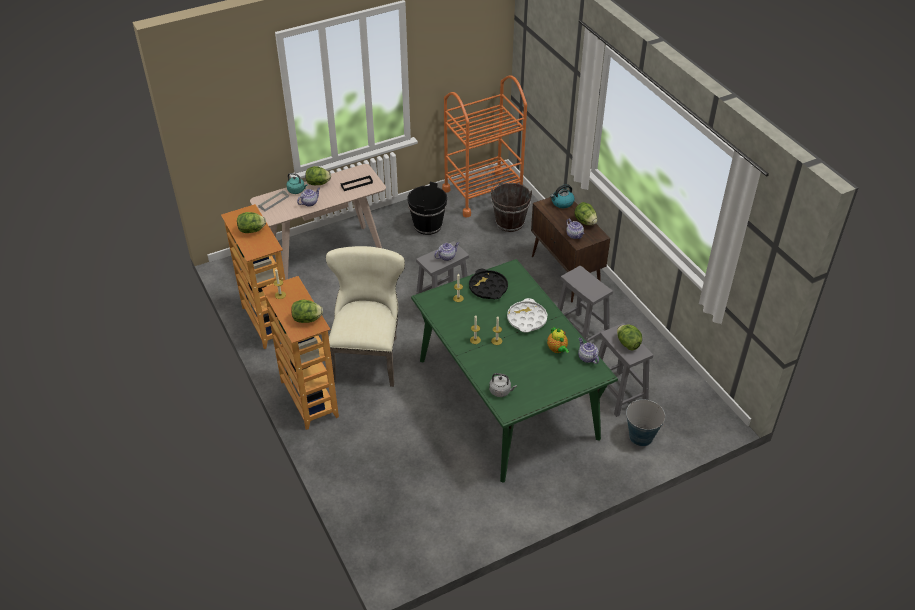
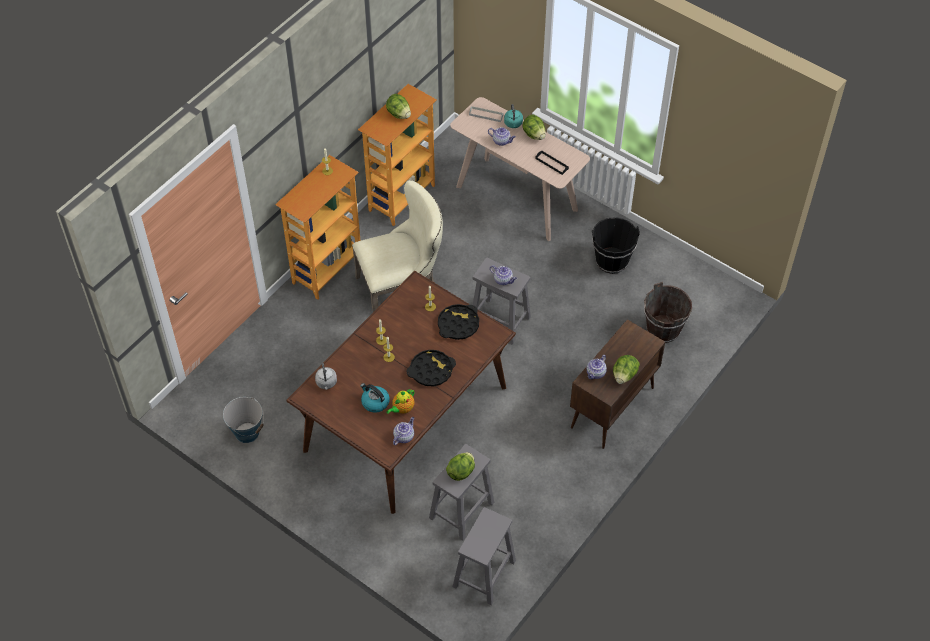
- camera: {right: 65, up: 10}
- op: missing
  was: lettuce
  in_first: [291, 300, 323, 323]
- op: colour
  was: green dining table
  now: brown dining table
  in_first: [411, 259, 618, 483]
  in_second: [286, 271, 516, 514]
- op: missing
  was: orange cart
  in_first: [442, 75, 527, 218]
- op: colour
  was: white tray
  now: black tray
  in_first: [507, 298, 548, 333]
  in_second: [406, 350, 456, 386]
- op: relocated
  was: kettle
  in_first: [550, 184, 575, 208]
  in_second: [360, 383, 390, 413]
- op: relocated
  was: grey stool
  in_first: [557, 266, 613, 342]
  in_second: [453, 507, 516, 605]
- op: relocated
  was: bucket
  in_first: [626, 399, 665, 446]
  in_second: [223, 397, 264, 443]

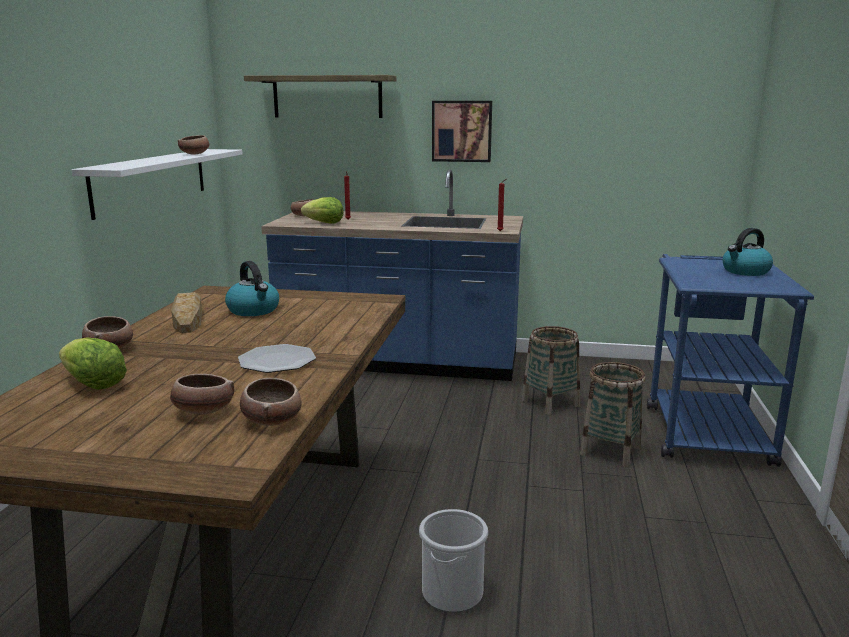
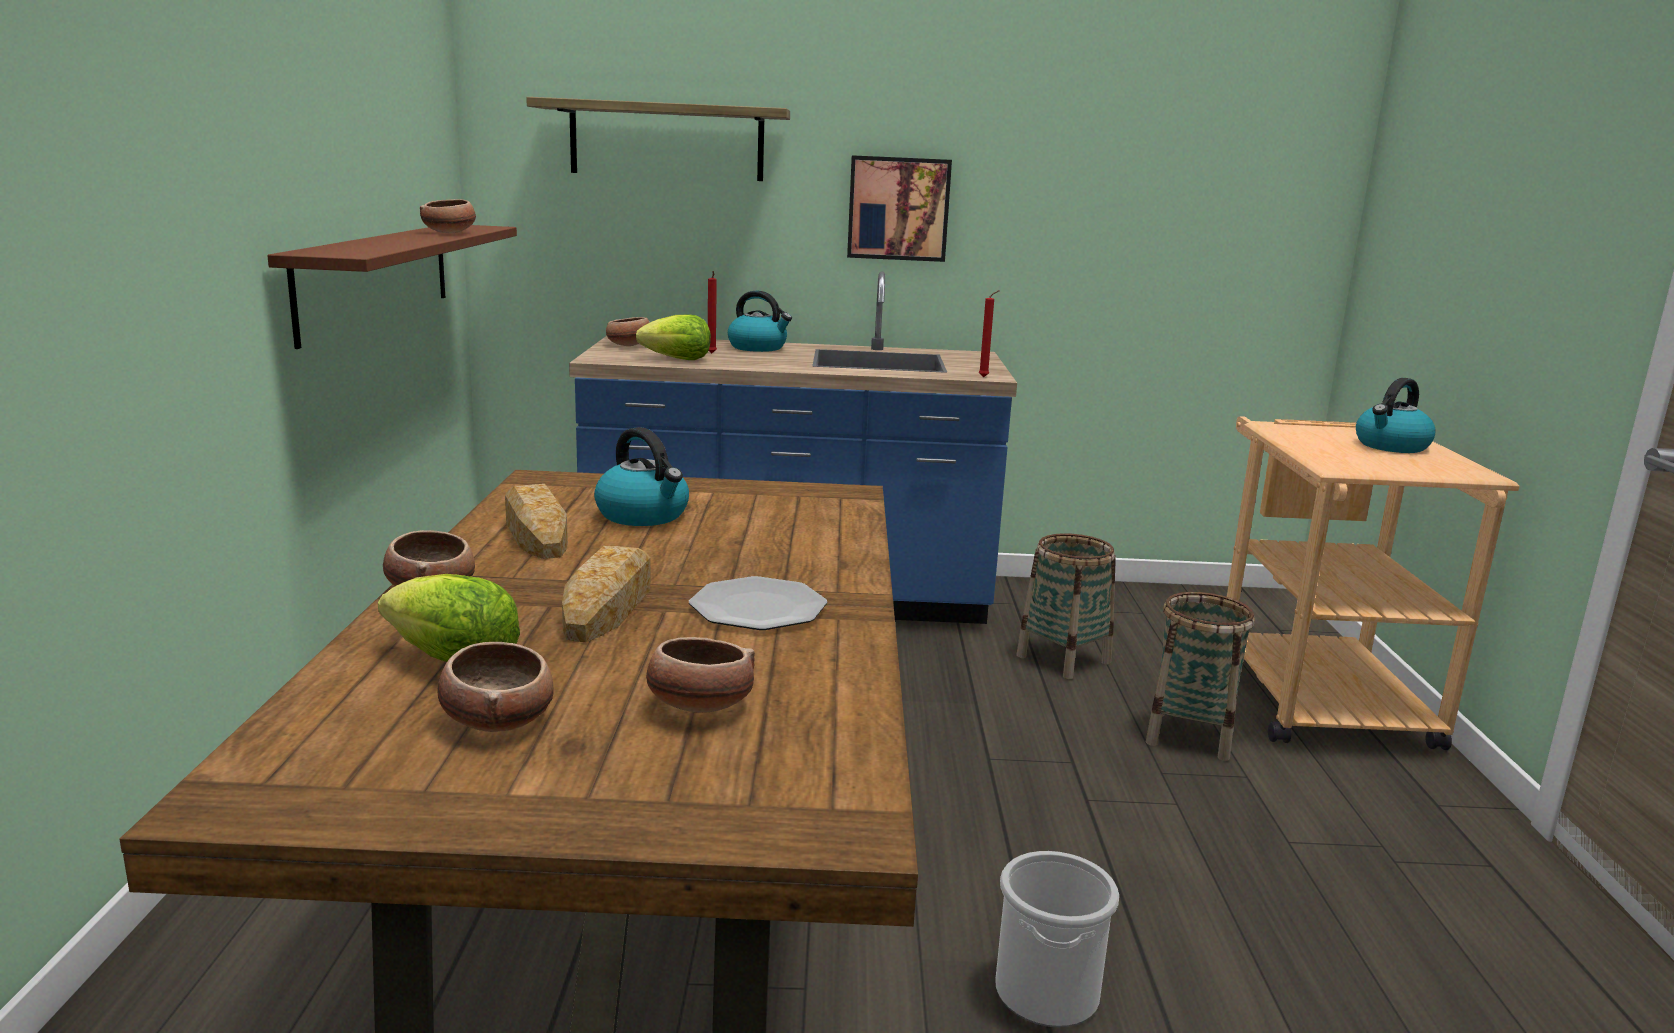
- camera: {right: -10, up: 0}
- op: colour
  was: white shelf
  now: brown shelf
  in_first: [72, 149, 243, 220]
  in_second: [267, 225, 517, 349]
- op: relocated
  was: bowl
  in_first: [240, 378, 302, 426]
  in_second: [437, 642, 554, 732]
- op: colour
  was: blue cart
  now: beige cart
  in_first: [647, 254, 814, 467]
  in_second: [1227, 416, 1519, 750]
- op: appeared
  now: bread
  in_second: [562, 546, 651, 642]
- op: appeared
  now: kettle
  in_second: [728, 291, 792, 352]

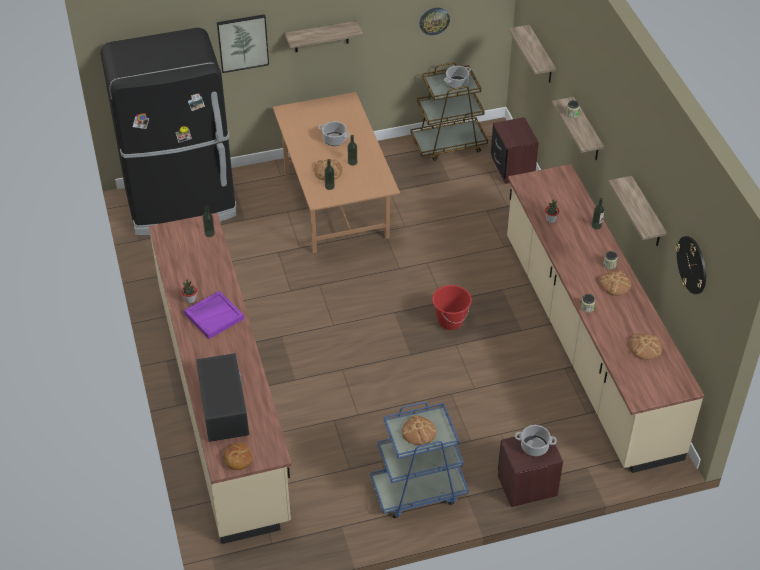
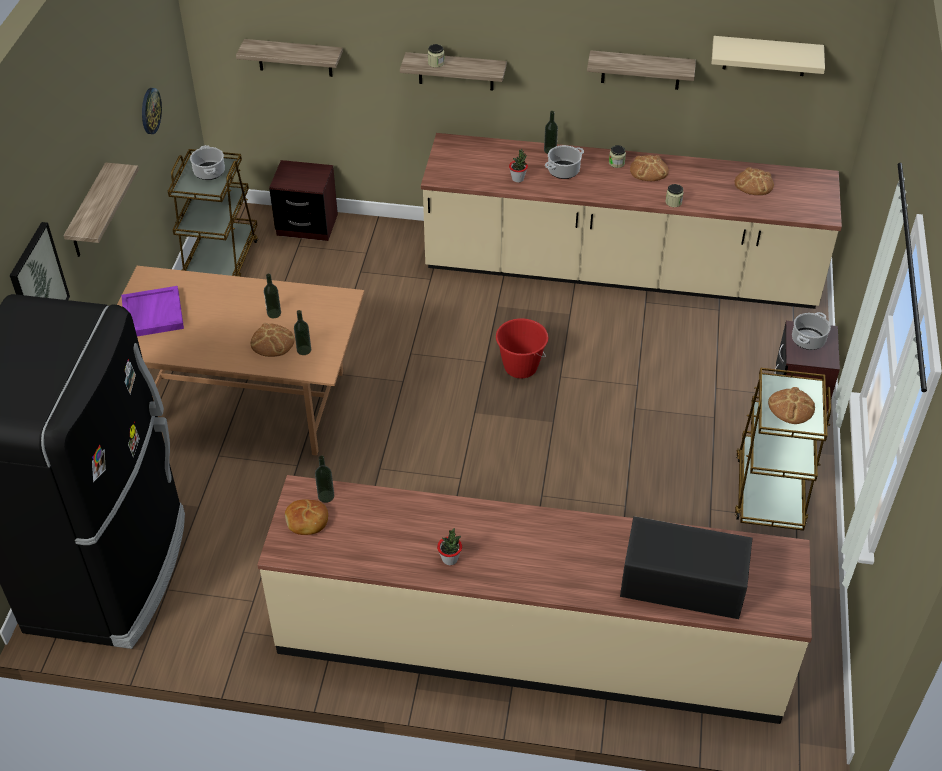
- camera: {right: -65, up: 0}
- op: relocated
  was: purple tray
  in_first: [184, 291, 244, 339]
  in_second: [121, 286, 184, 336]
- op: relocated
  was: bread
  in_first: [223, 442, 253, 470]
  in_second: [285, 499, 328, 535]
- op: relocated
  was: cooking pot
  in_first: [318, 121, 350, 146]
  in_second: [545, 145, 584, 179]
- op: colour
  was: blue cart
  now: brown cart
  in_first: [370, 402, 469, 518]
  in_second: [735, 368, 831, 531]
- op: exchanged
  was: wall clock
  now: beige shelf
  in_first: [675, 236, 706, 294]
  in_second: [711, 36, 825, 76]

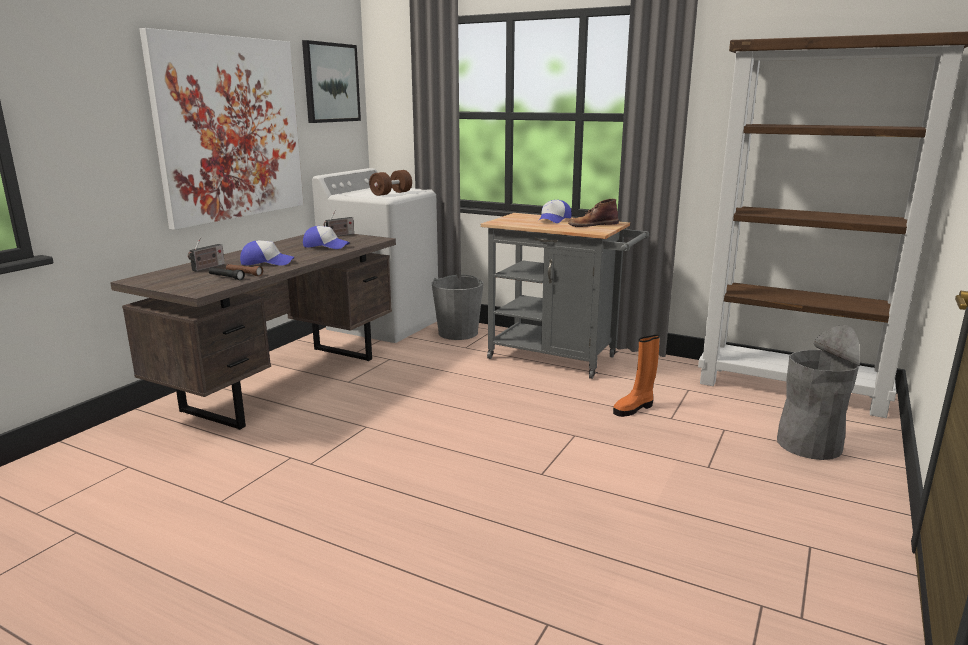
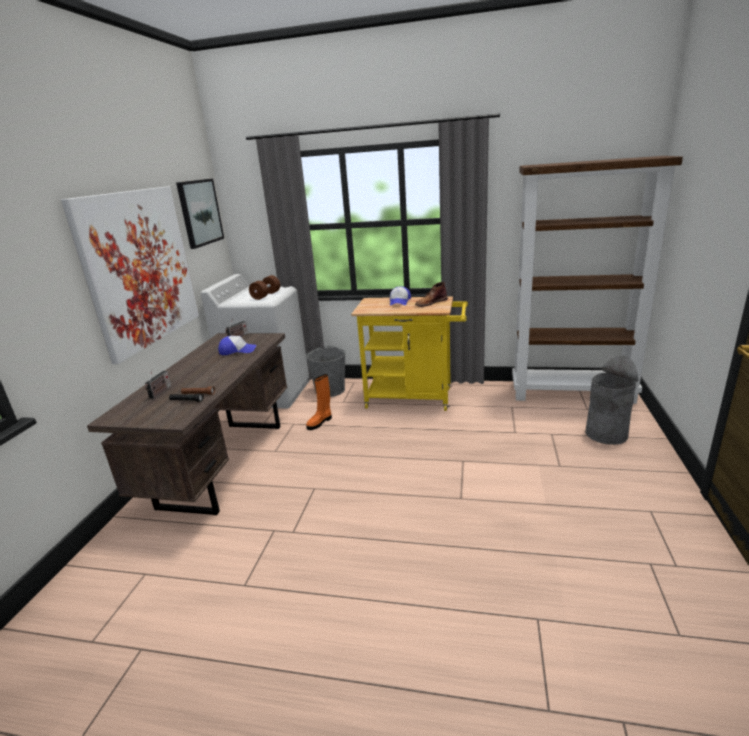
- camera: {right: -15, up: 5}
- op: missing
  was: cap
  in_first: [240, 241, 294, 266]
- op: colour
  was: grey cart
  now: yellow cart
  in_first: [480, 213, 649, 379]
  in_second: [351, 296, 468, 411]
- op: relocated
  was: orange boot
  in_first: [613, 335, 660, 417]
  in_second: [306, 374, 332, 430]

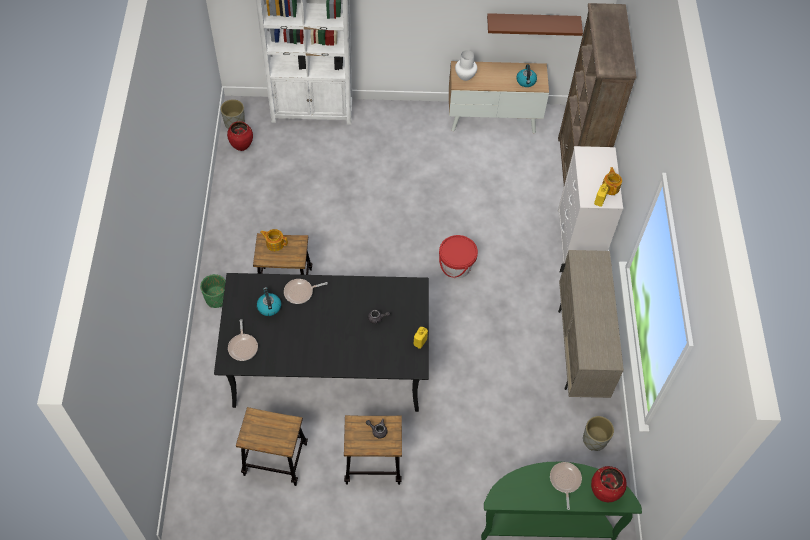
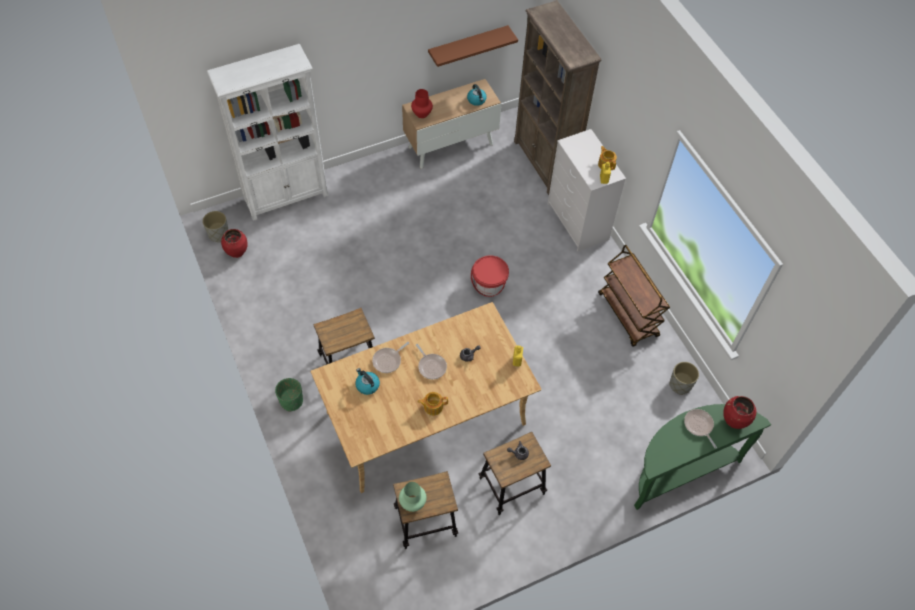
- camera: {right: -25, up: 0}
- op: colour
  was: black dining table
  now: beige dining table
  in_first: [214, 273, 429, 412]
  in_second: [311, 302, 541, 493]
- op: relocated
  was: frying pan
  in_first: [228, 319, 258, 361]
  in_second: [416, 344, 447, 379]
- op: relocated
  was: teapot
  in_first: [260, 229, 288, 251]
  in_second: [418, 392, 448, 415]
- op: colour
  was: white vase
  now: red vase
  in_first: [455, 50, 477, 81]
  in_second: [411, 89, 433, 118]
- op: exchanged
  was: beige cabinet
  now: brown cart
  in_first: [558, 250, 624, 398]
  in_second: [598, 245, 670, 347]
- op: appeared
  now: green vase
  in_second: [399, 482, 427, 512]

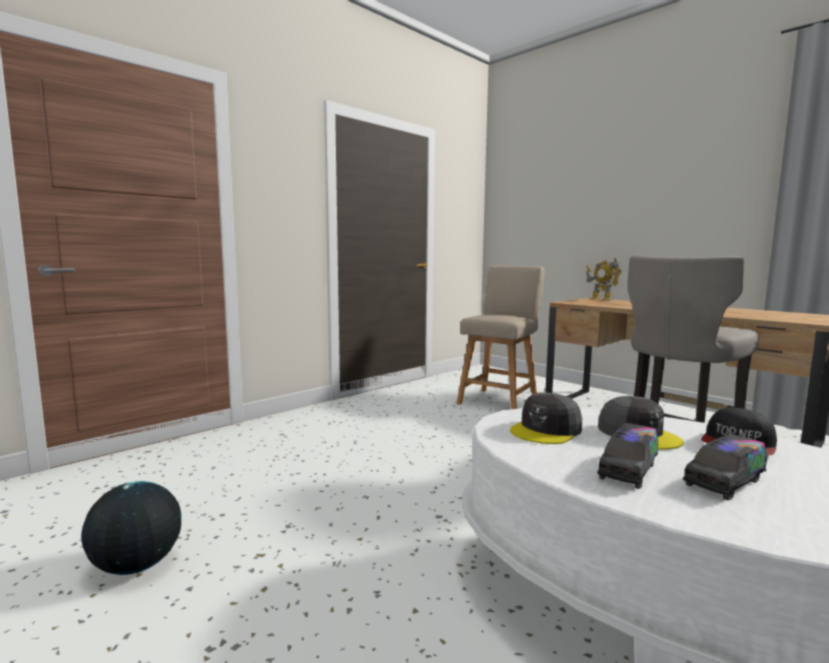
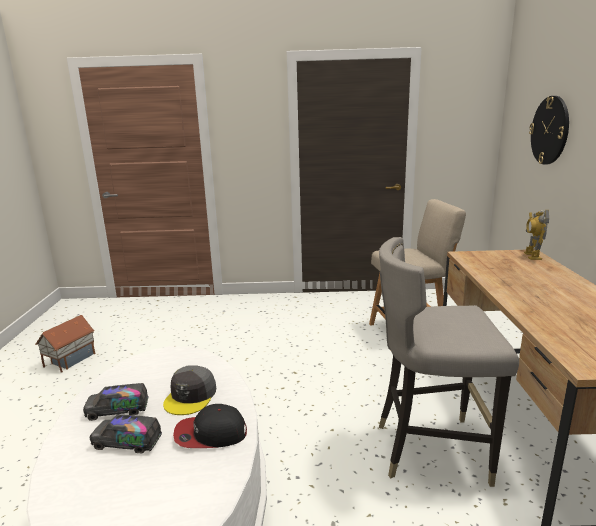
- camera: {right: 45, up: 10}
- op: exchanged
  was: globe
  now: toy house
  in_first: [81, 481, 181, 575]
  in_second: [35, 315, 96, 373]
- op: missing
  was: grey cap
  in_first: [510, 393, 582, 444]
- op: appeared
  now: wall clock
  in_second: [529, 96, 569, 164]

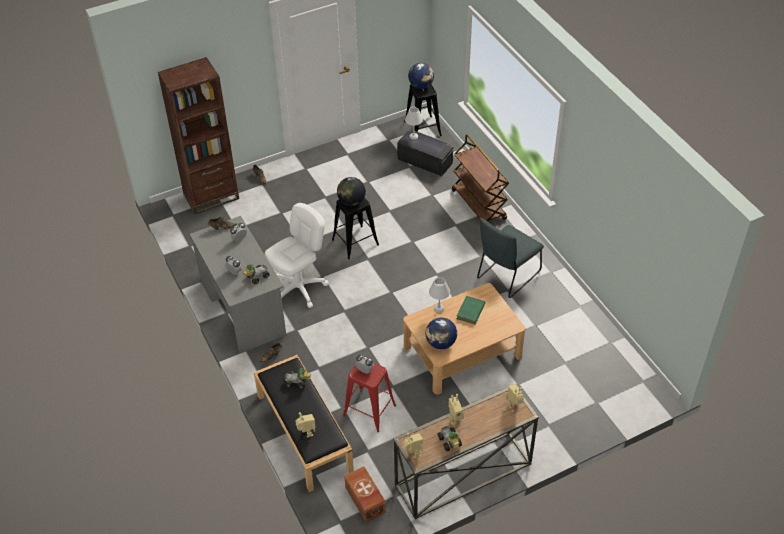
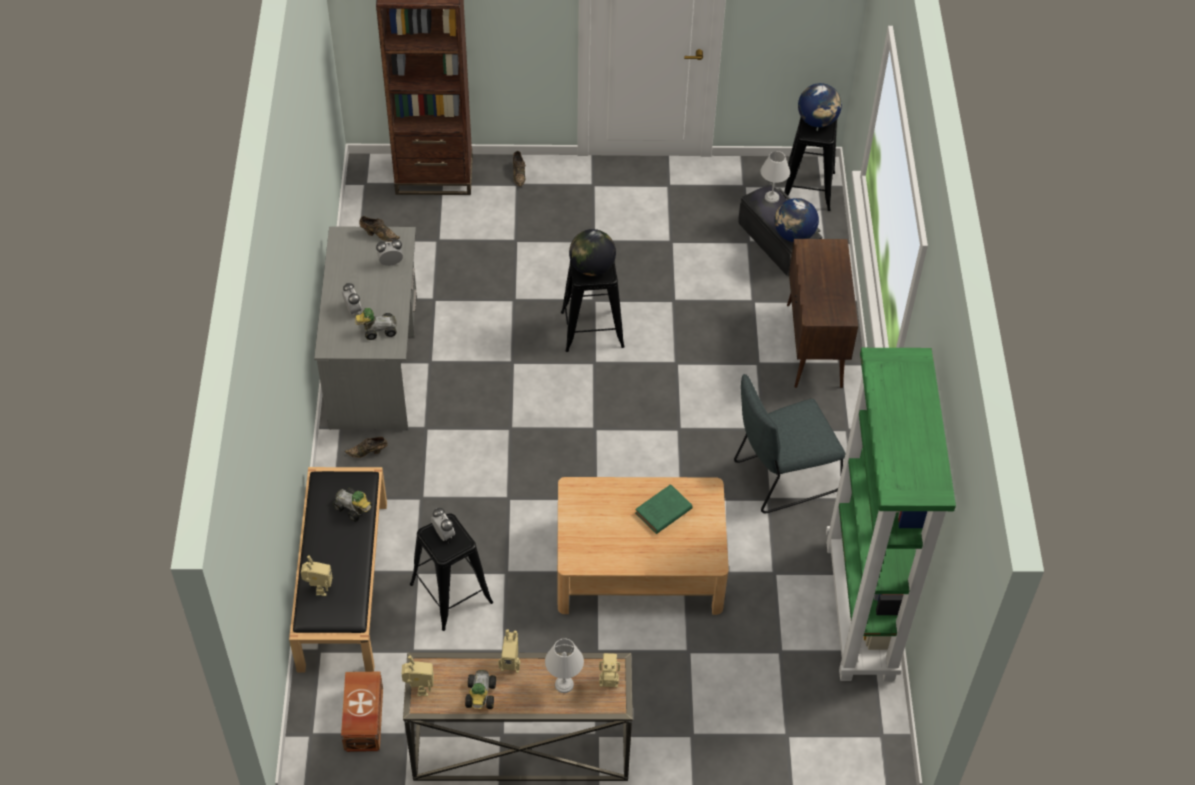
- camera: {right: 25, up: 5}
- op: missing
  was: white office chair
  in_first: [264, 203, 329, 308]
- op: colour
  was: red stool
  now: black stool
  in_first: [343, 363, 396, 432]
  in_second: [410, 513, 493, 631]
- op: relocated
  was: globe
  in_first: [426, 318, 457, 349]
  in_second: [774, 198, 819, 242]
- op: relocated
  was: white table lamp
  in_first: [429, 277, 450, 313]
  in_second: [545, 639, 584, 693]
- op: exchanged
  was: brown cart
  now: brown cabinet
  in_first: [452, 134, 509, 222]
  in_second: [787, 239, 858, 388]
- op: appeared
  now: green bookcase
  in_second: [826, 348, 956, 681]

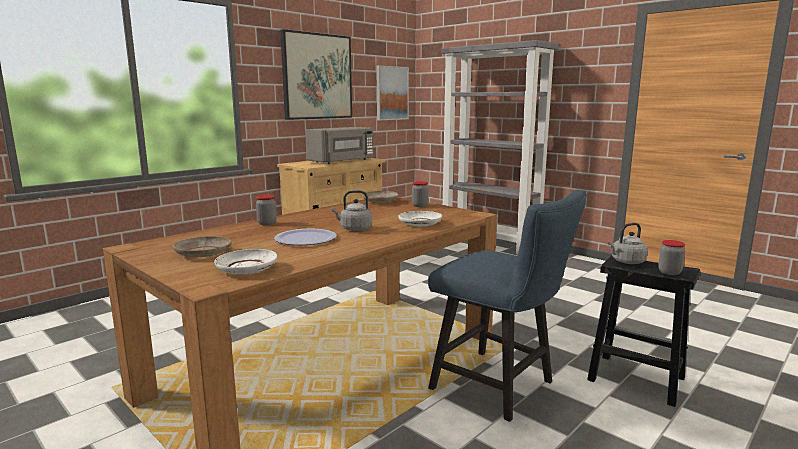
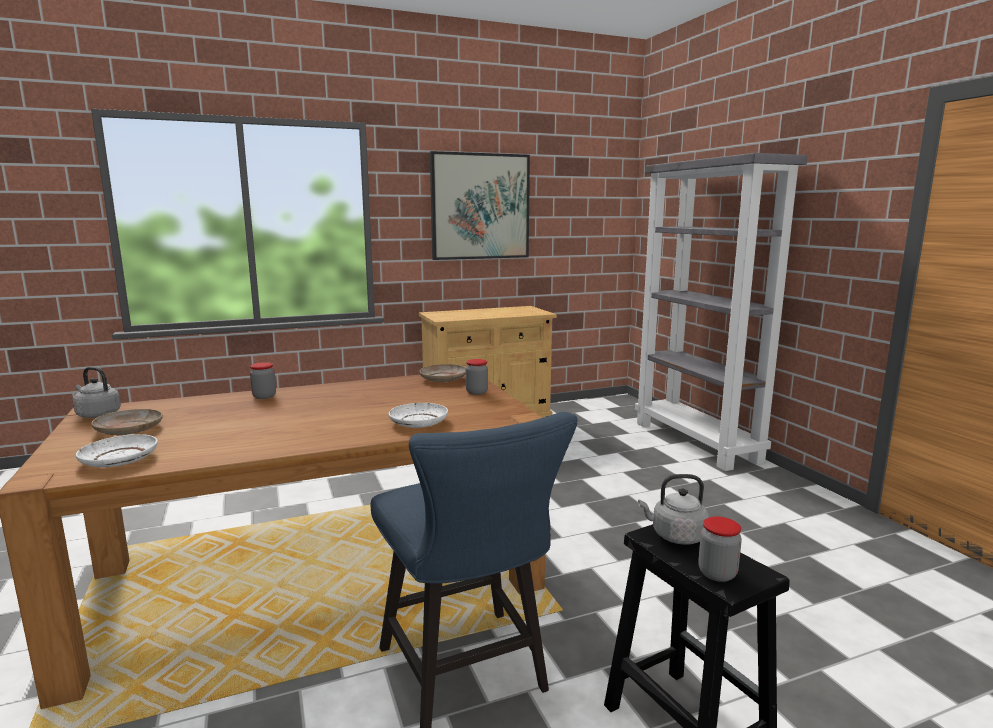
- camera: {right: 25, up: 0}
- op: missing
  was: plate
  in_first: [274, 229, 337, 245]
- op: missing
  was: grey microwave
  in_first: [305, 127, 373, 164]
- op: relocated
  was: grey kettle
  in_first: [331, 190, 372, 231]
  in_second: [72, 367, 121, 418]
- op: missing
  was: picture
  in_first: [376, 65, 409, 120]

